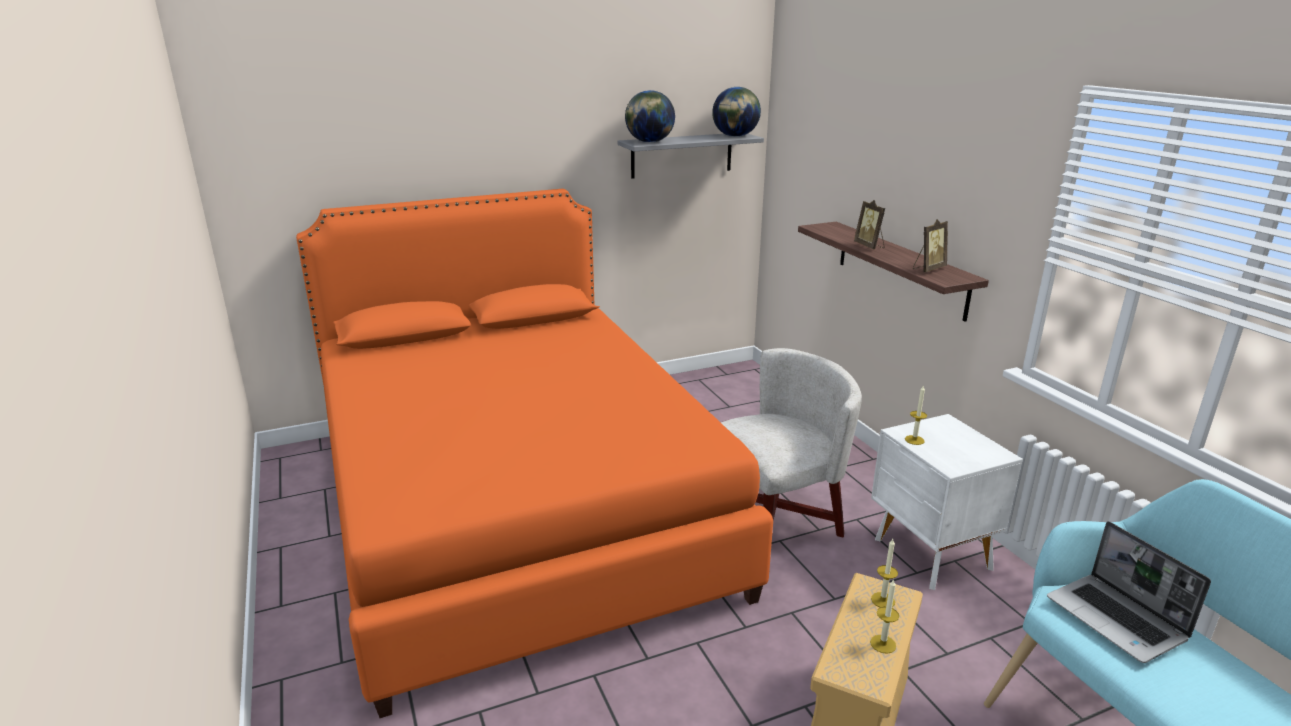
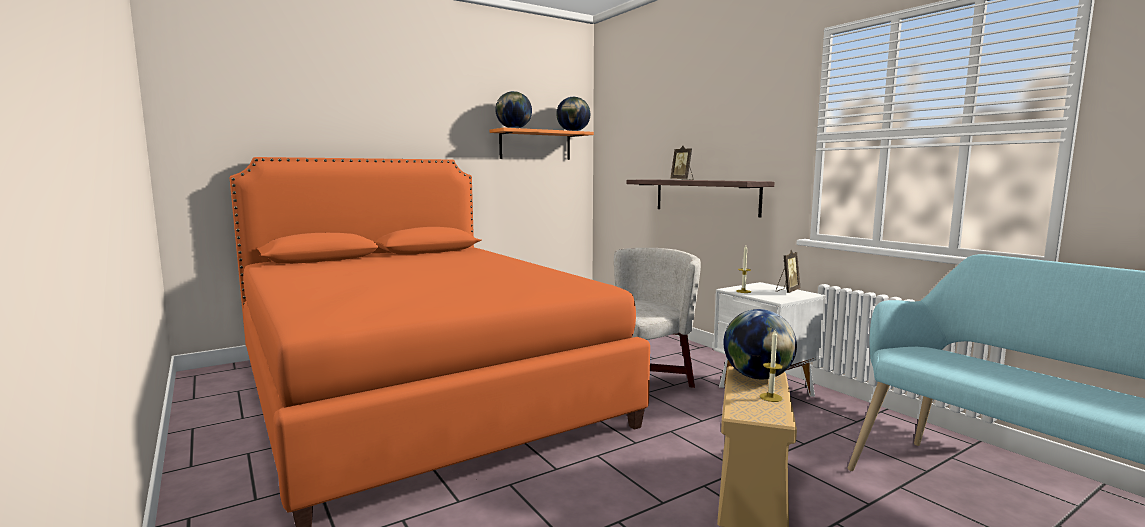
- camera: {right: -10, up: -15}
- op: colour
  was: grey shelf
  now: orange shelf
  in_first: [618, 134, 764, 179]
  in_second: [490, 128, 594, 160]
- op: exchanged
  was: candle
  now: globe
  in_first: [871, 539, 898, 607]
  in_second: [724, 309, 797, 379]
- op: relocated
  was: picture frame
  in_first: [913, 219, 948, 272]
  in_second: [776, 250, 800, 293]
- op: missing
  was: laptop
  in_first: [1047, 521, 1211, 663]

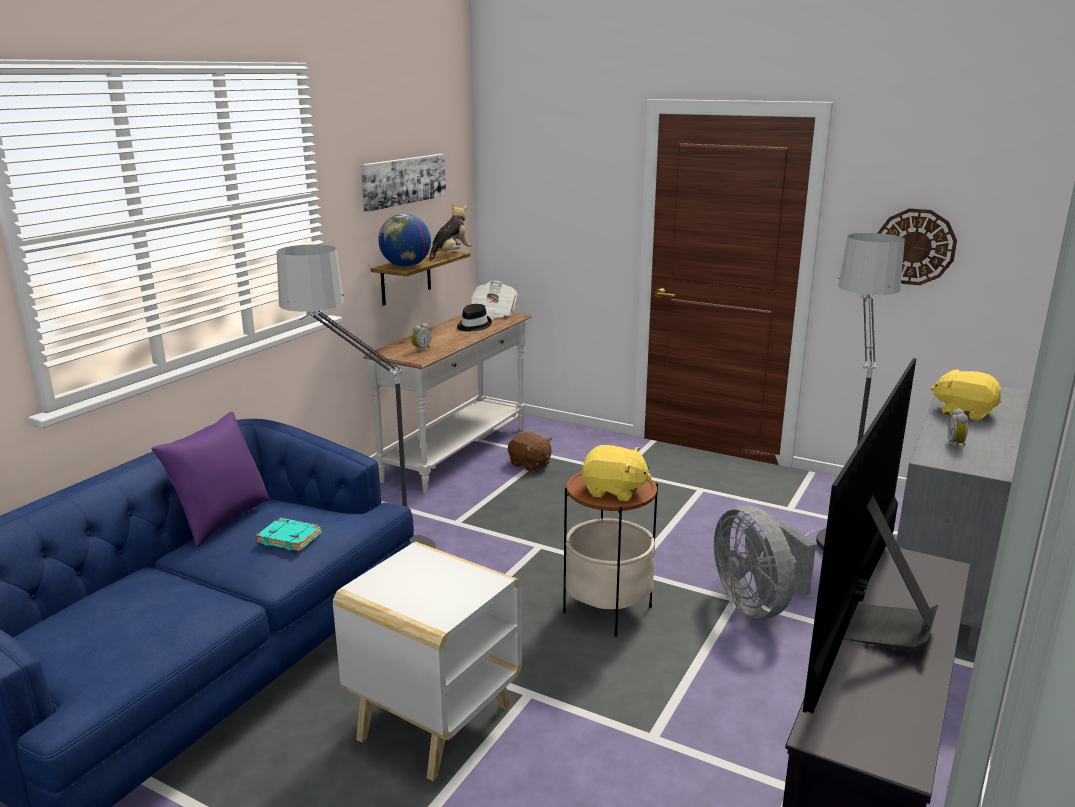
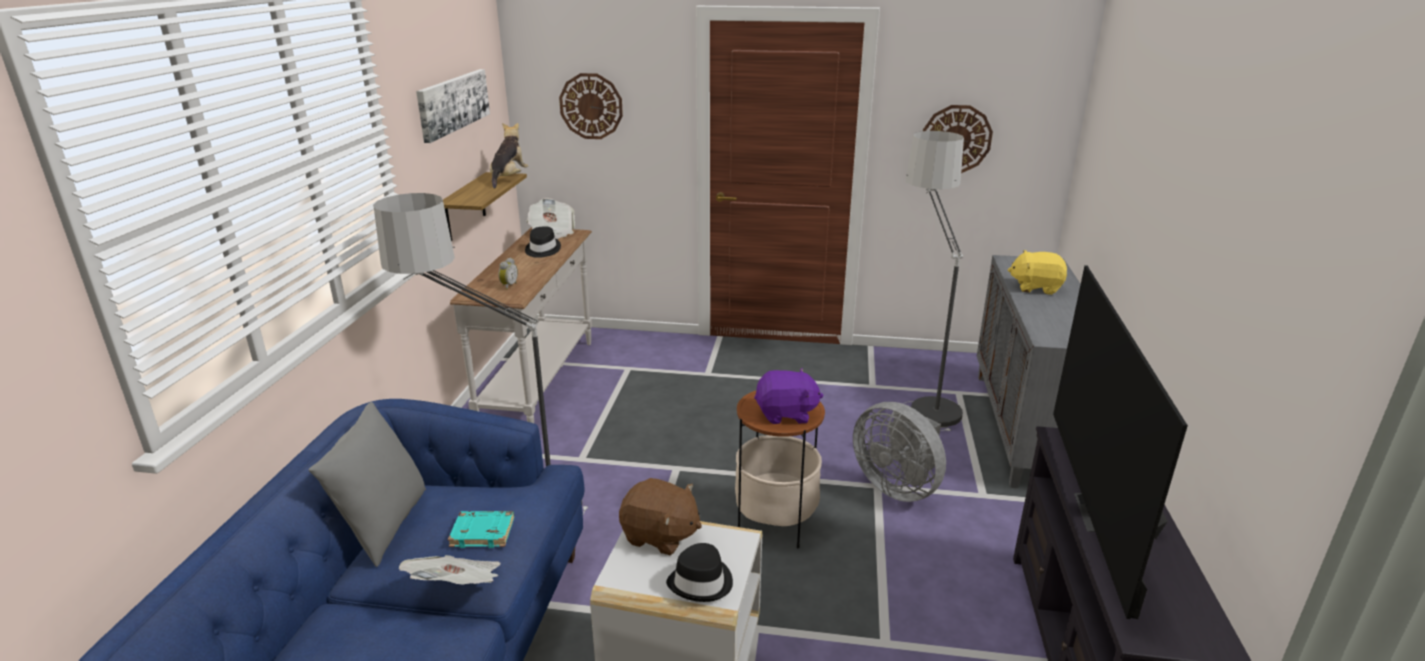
- camera: {right: -20, up: 5}
- op: colour
  was: purple pillow
  now: grey pillow
  in_first: [151, 412, 270, 547]
  in_second: [308, 402, 426, 567]
- op: missing
  was: globe
  in_first: [379, 214, 431, 267]
- op: relocated
  was: brown plush toy
  in_first: [508, 432, 552, 472]
  in_second: [619, 478, 702, 555]
- op: colour
  was: yellow plush toy
  now: purple plush toy
  in_first: [582, 445, 652, 501]
  in_second: [754, 368, 824, 424]
- op: missing
  was: alarm clock
  in_first: [948, 408, 968, 449]
- op: appeared
  now: newspaper
  in_second: [399, 555, 501, 585]
- op: appeared
  now: wall clock
  in_second: [559, 73, 623, 139]
- op: appeared
  now: black hat
  in_second: [666, 543, 733, 602]

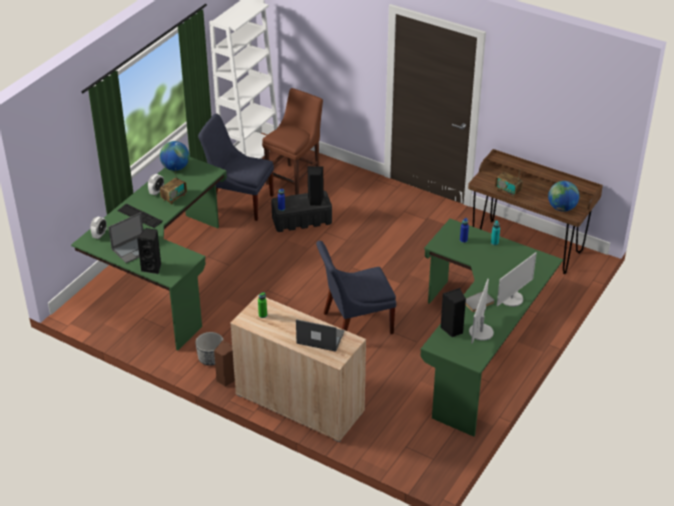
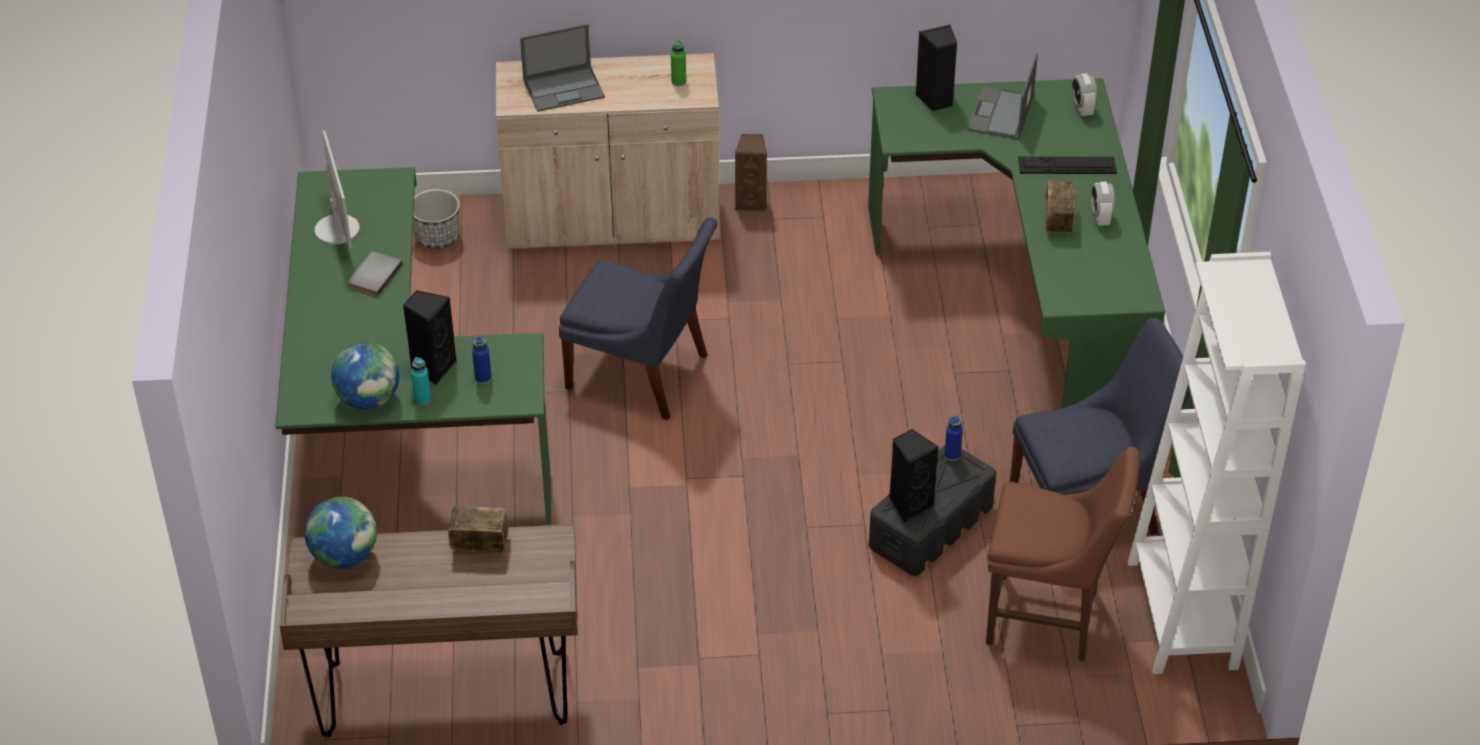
- camera: {right: 145, up: 5}
- op: relocated
  was: globe
  in_first: [160, 141, 189, 171]
  in_second: [331, 342, 399, 409]
- op: relocated
  was: planter
  in_first: [195, 332, 223, 366]
  in_second: [413, 189, 460, 249]
- op: spun
  was: brown chair
  in_first: [262, 88, 323, 195]
  in_second: [986, 447, 1140, 661]
  clockwise: -75
- op: spun
  was: blue chair
  in_first: [316, 241, 396, 334]
  in_second: [559, 217, 717, 420]
  clockwise: 75
- op: relocated
  was: black speaker
  in_first: [440, 288, 466, 337]
  in_second: [403, 290, 457, 385]
- op: missing
  was: monitor
  in_first: [497, 252, 537, 307]

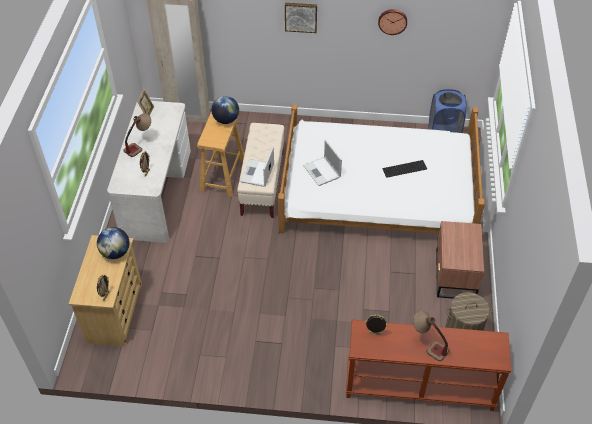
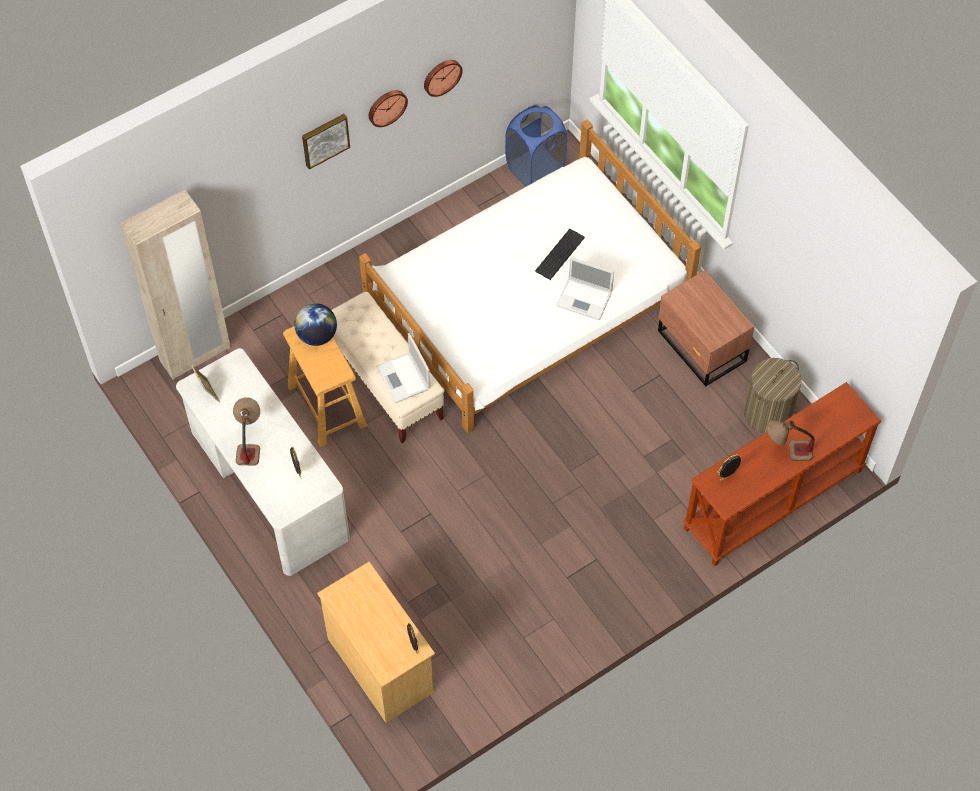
- camera: {right: -40, up: 10}
- op: missing
  was: globe
  in_first: [97, 227, 130, 259]
- op: relocated
  was: laptop
  in_first: [303, 140, 342, 186]
  in_second: [556, 257, 614, 320]
- op: appeared
  now: wall clock
  in_second: [369, 90, 408, 127]

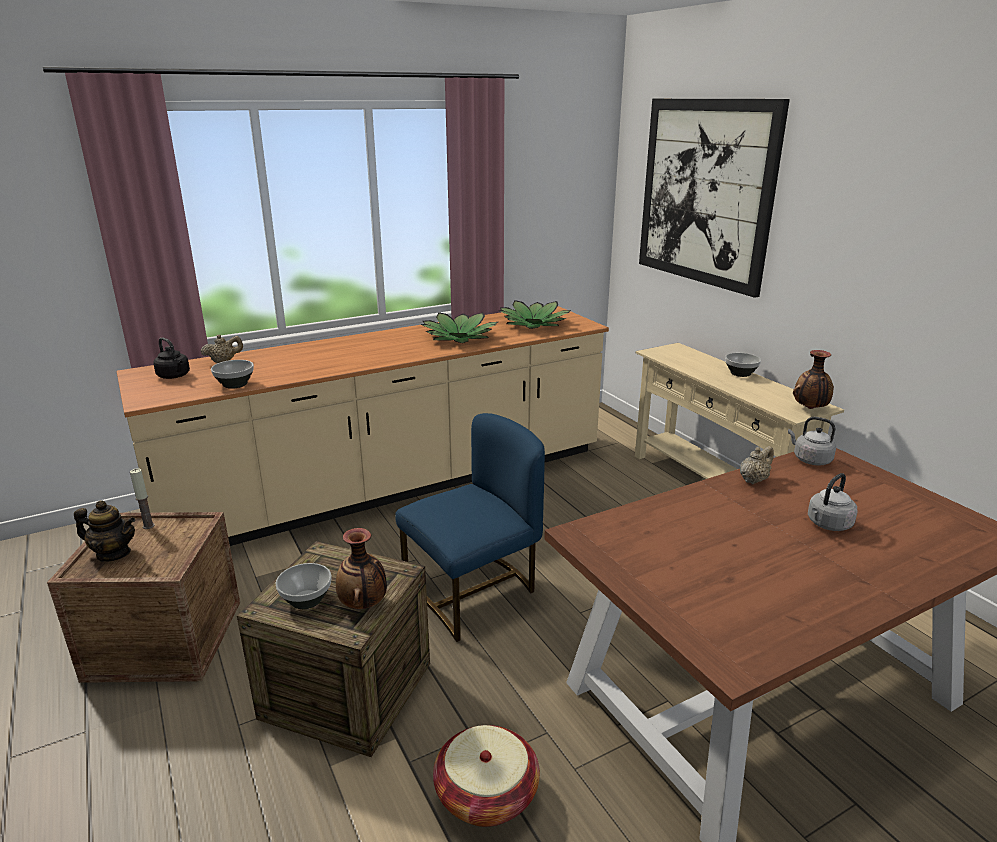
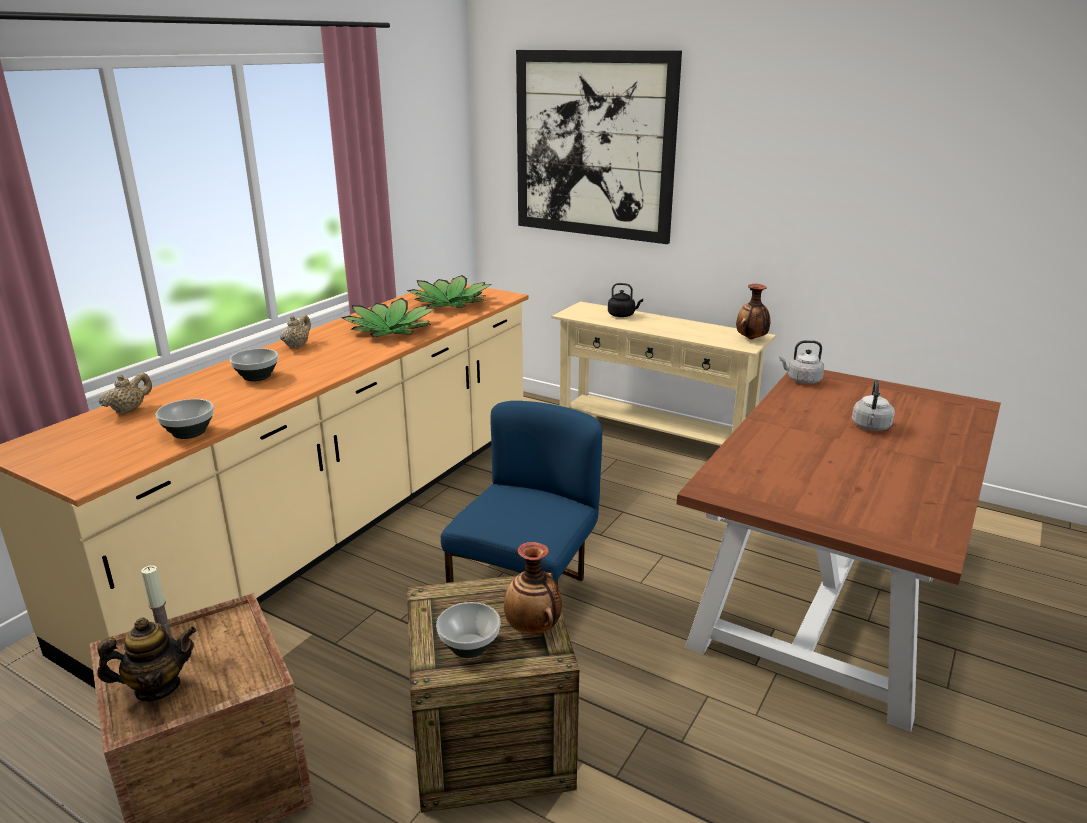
- camera: {right: -30, up: 0}
- op: relocated
  was: black kettle
  in_first: [153, 337, 190, 379]
  in_second: [608, 283, 643, 317]
- op: missing
  was: basket
  in_first: [433, 725, 540, 827]
- op: relocated
  was: bowl
  in_first: [725, 353, 761, 377]
  in_second: [230, 348, 278, 381]
- op: relocated
  was: beige teapot
  in_first: [740, 446, 774, 484]
  in_second: [280, 315, 311, 348]

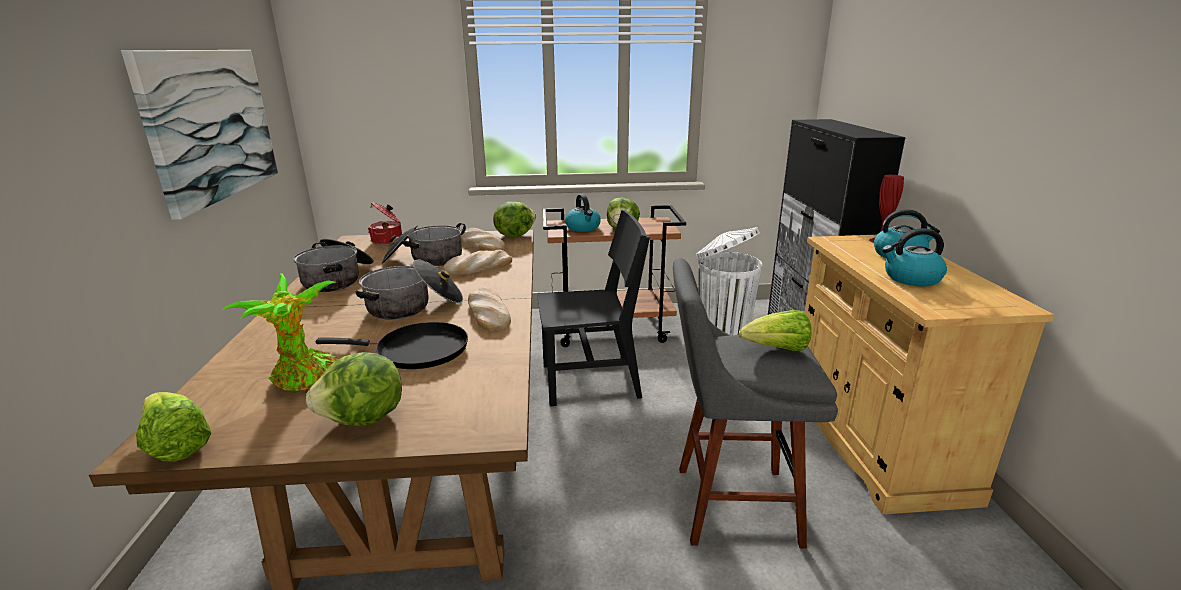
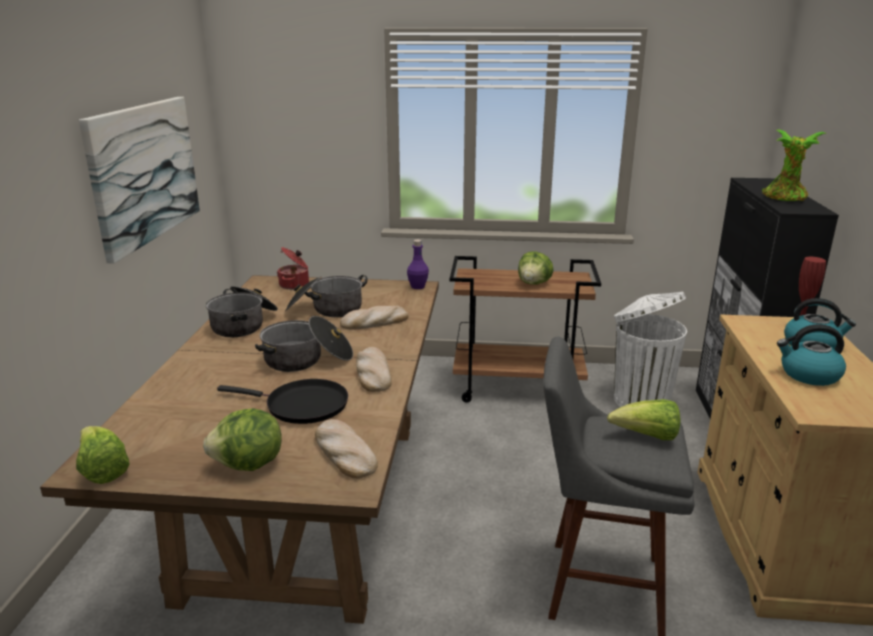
- camera: {right: 10, up: 0}
- op: relocated
  was: potted plant
  in_first: [222, 273, 338, 391]
  in_second: [762, 130, 826, 201]
- op: relocated
  was: bread
  in_first: [461, 228, 505, 251]
  in_second: [315, 419, 378, 479]
- op: exchanged
  was: lettuce
  now: purple bottle
  in_first: [493, 202, 536, 237]
  in_second: [407, 240, 429, 289]
- op: missing
  was: black chair
  in_first: [537, 210, 650, 406]
- op: missing
  was: kettle
  in_first: [565, 194, 601, 232]

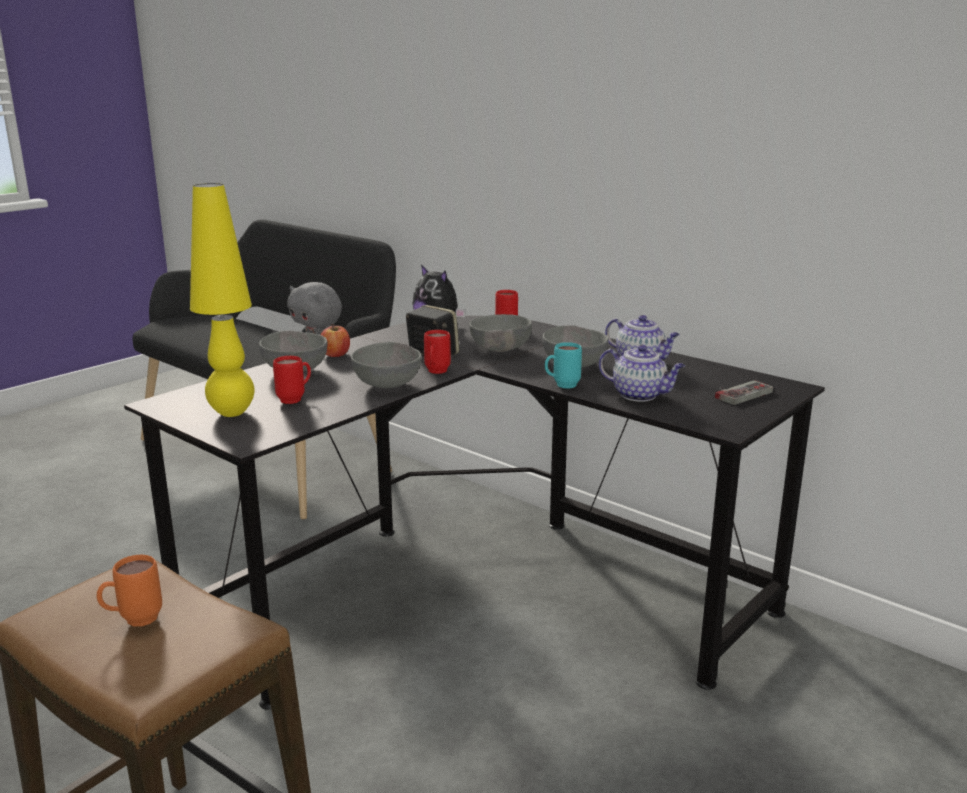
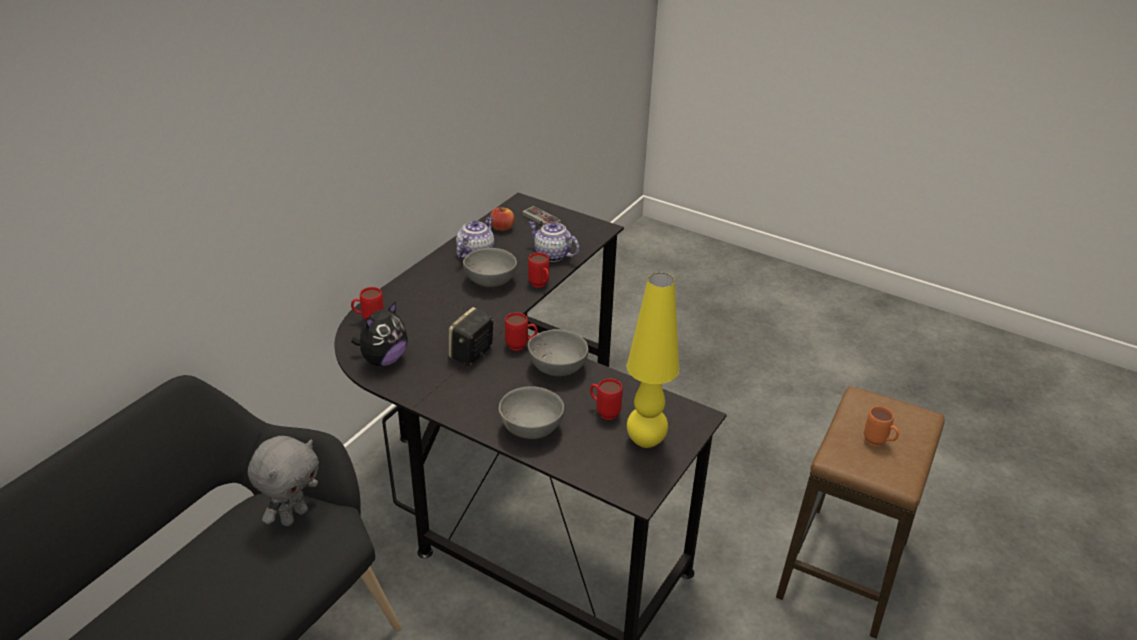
- camera: {right: -100, up: 15}
- op: relocated
  was: apple
  in_first: [320, 324, 350, 357]
  in_second: [490, 207, 515, 231]
- op: missing
  was: grey bowl
  in_first: [469, 314, 532, 352]
- op: colour
  was: turquoise mug
  now: red mug
  in_first: [545, 342, 582, 389]
  in_second: [528, 252, 549, 288]
- op: spun
  was: teapot
  in_first: [599, 344, 685, 402]
  in_second: [528, 221, 579, 262]
  clockwise: -75

